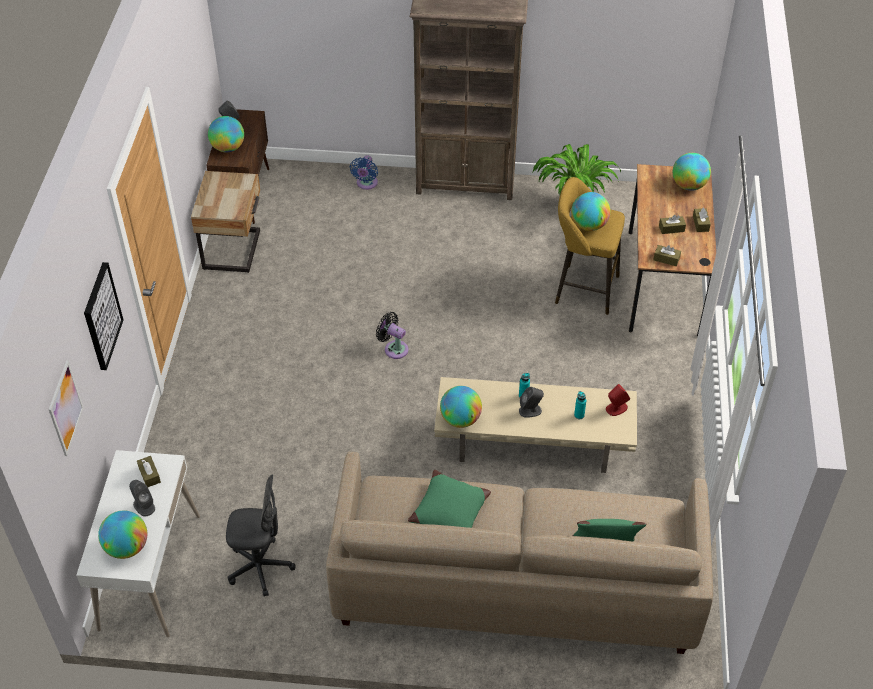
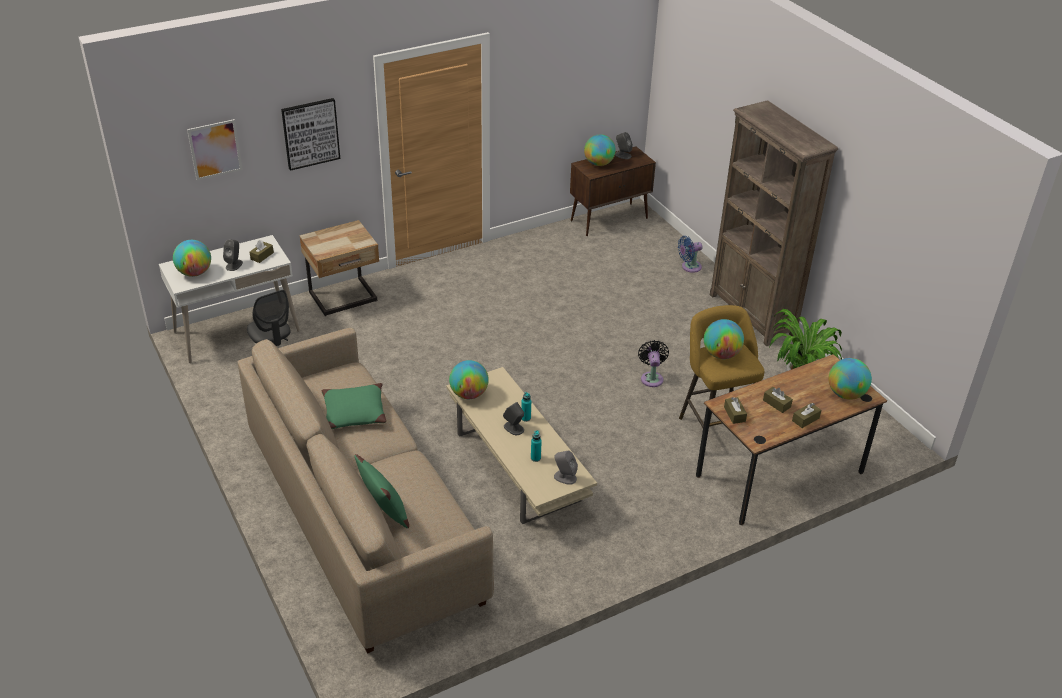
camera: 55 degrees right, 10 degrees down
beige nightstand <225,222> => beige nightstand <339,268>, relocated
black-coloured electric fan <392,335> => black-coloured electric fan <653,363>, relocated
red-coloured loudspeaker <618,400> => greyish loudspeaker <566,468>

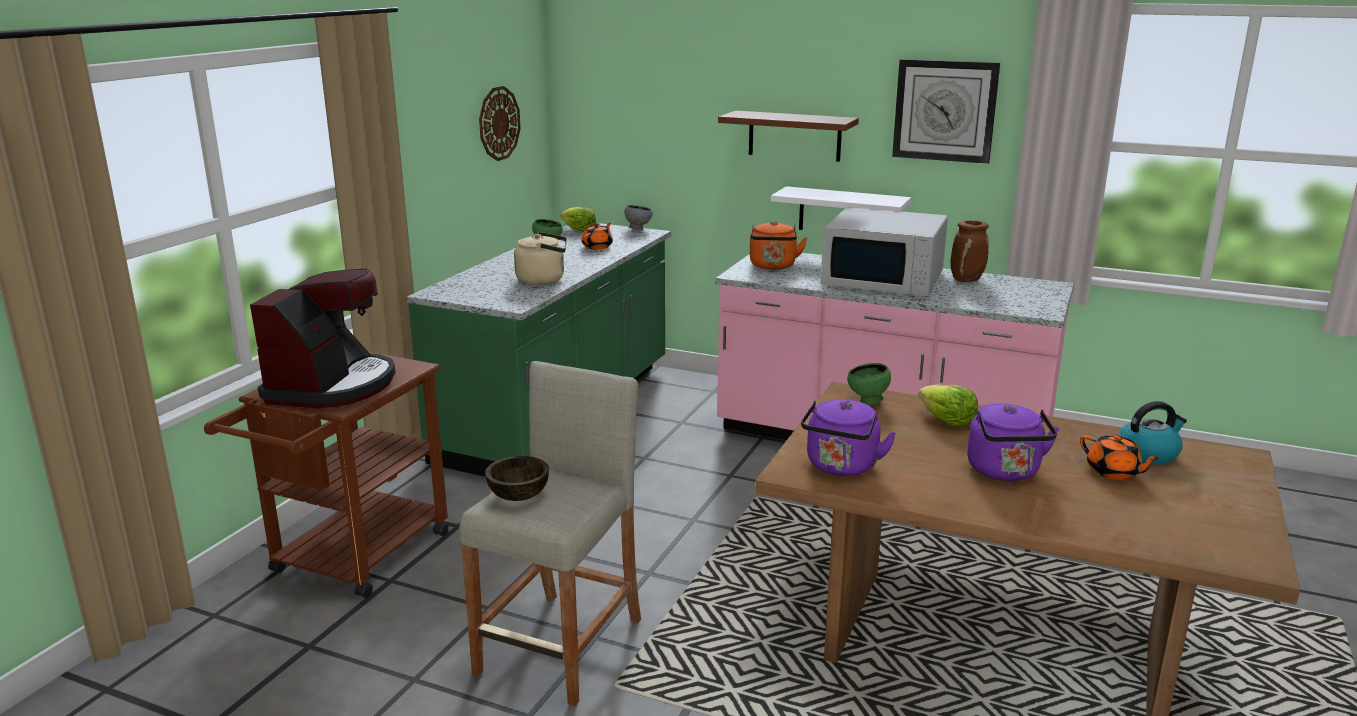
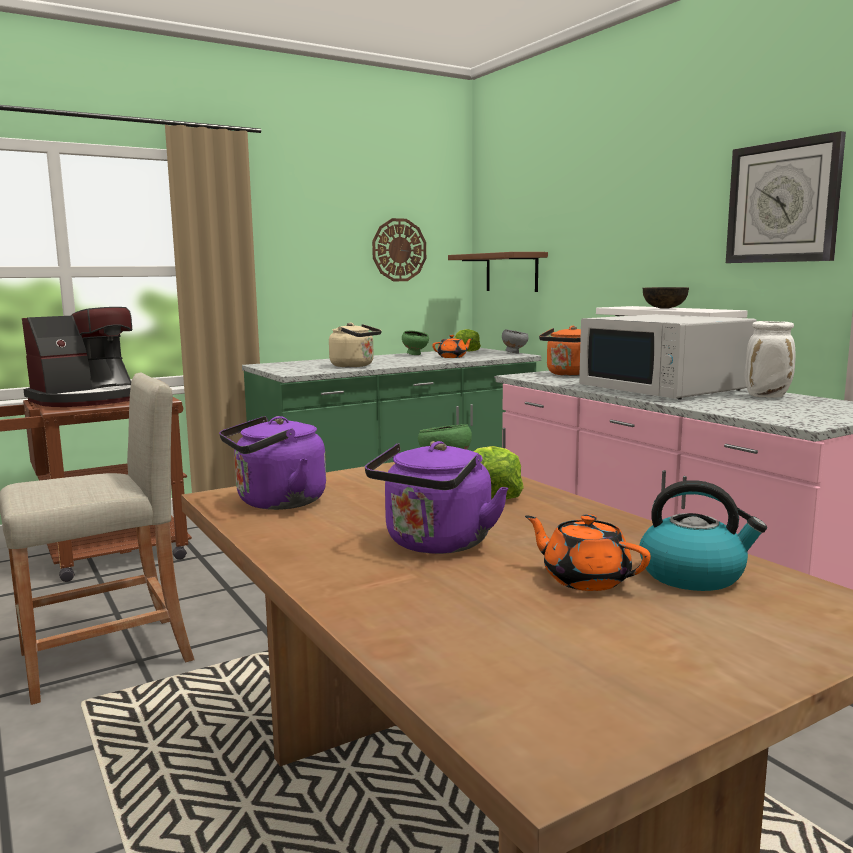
camera: 35 degrees right, 10 degrees down
brown deep dish <517,478> => brown deep dish <666,298>, relocated
brown bracket shelf <788,136> => brown bracket shelf <498,272>, relocated
brown decorative vase <970,251> => white-coloured decorative vase <769,359>
orange teapot <1120,457> => orange teapot <588,552>, 135 degrees clockwise

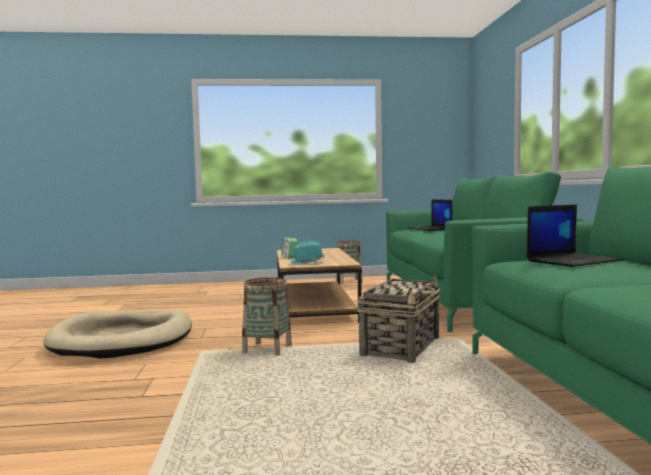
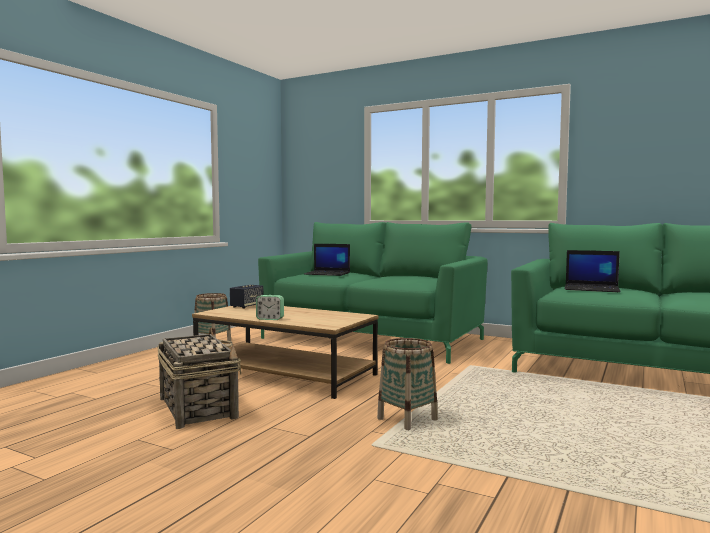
camera: 55 degrees left, 0 degrees up
beige dog bed <117,335> => nothing
blue-green wearable hat <308,253> => nothing
nothing => loudspeaker <246,297>
storage basket <398,319> => storage basket <199,378>, relocated
portable computer <575,236> => portable computer <593,271>, 105 degrees clockwise

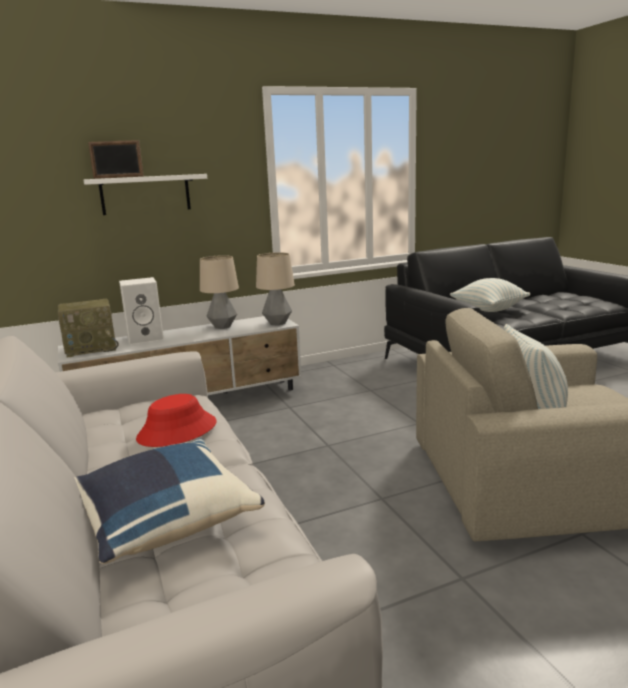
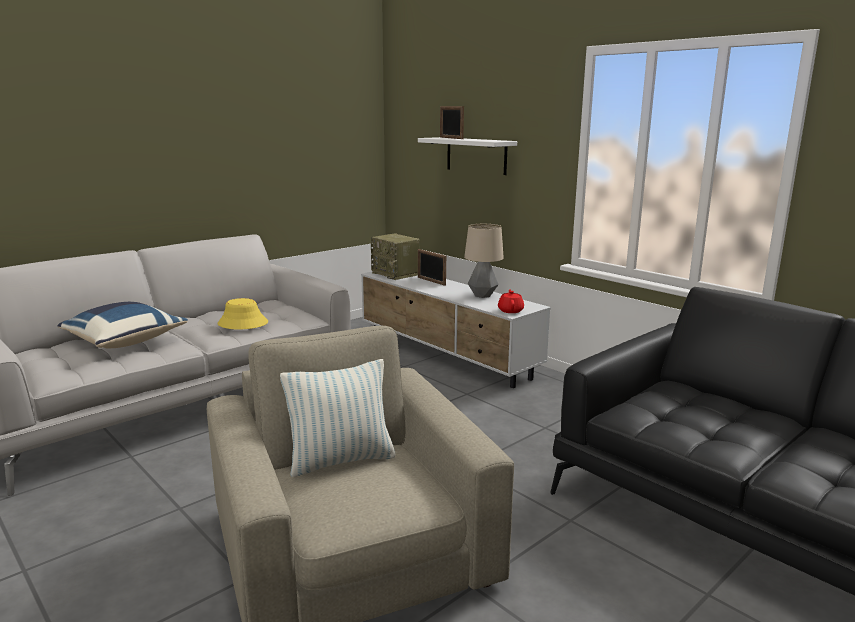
camera: 70 degrees right, 0 degrees up
cushion <490,295> => nothing
white-coloured loudspeaker <141,311> => standing frame <432,267>
table lamp <275,289> => red-coloured teapot <511,301>
red-coloured wearable hat <176,420> => yellow-coloured wearable hat <243,313>

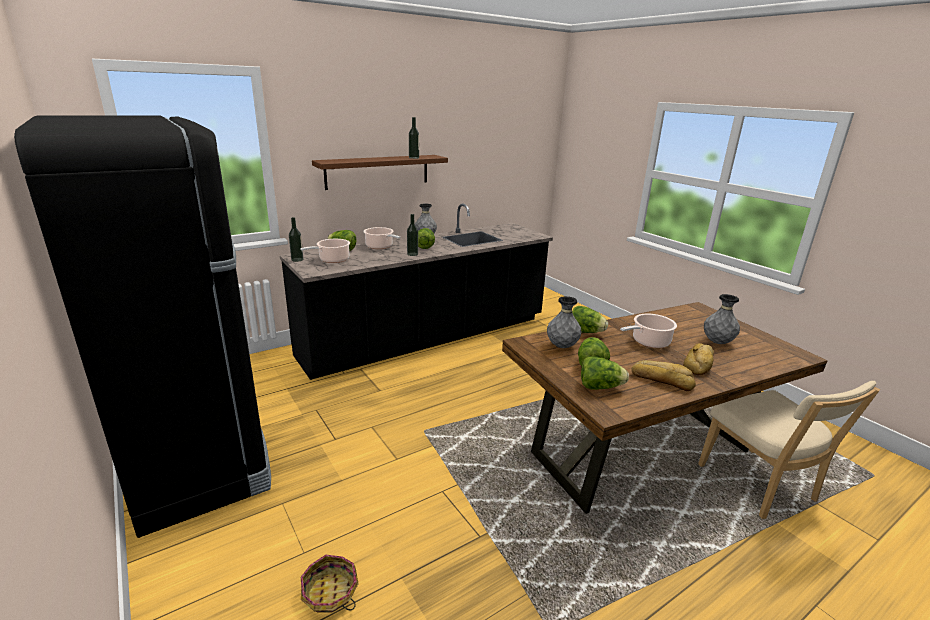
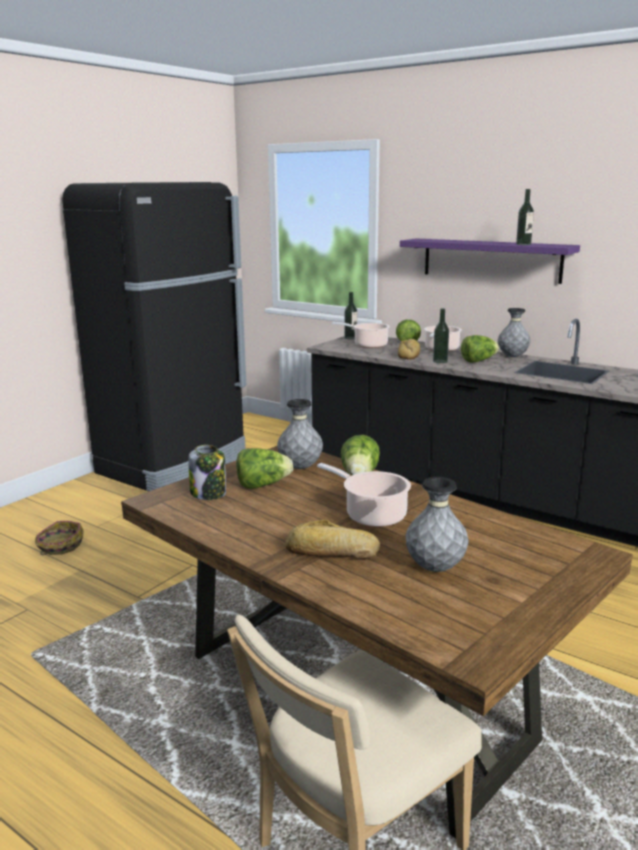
camera: 70 degrees right, 5 degrees down
bread <663,375> => bread <409,349>, relocated
head of lettuce <605,373> => preserve jar <207,472>
brown bracket shelf <380,172> => purplish bracket shelf <490,261>

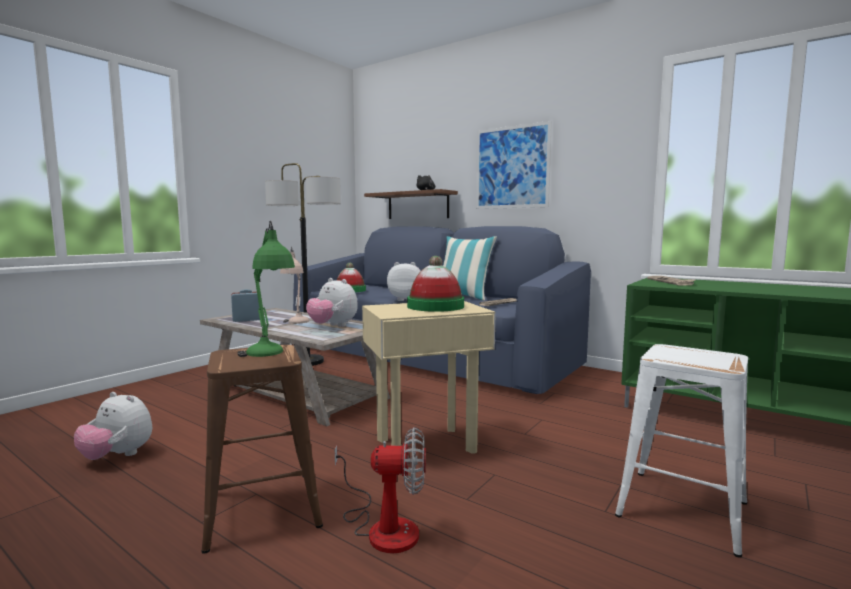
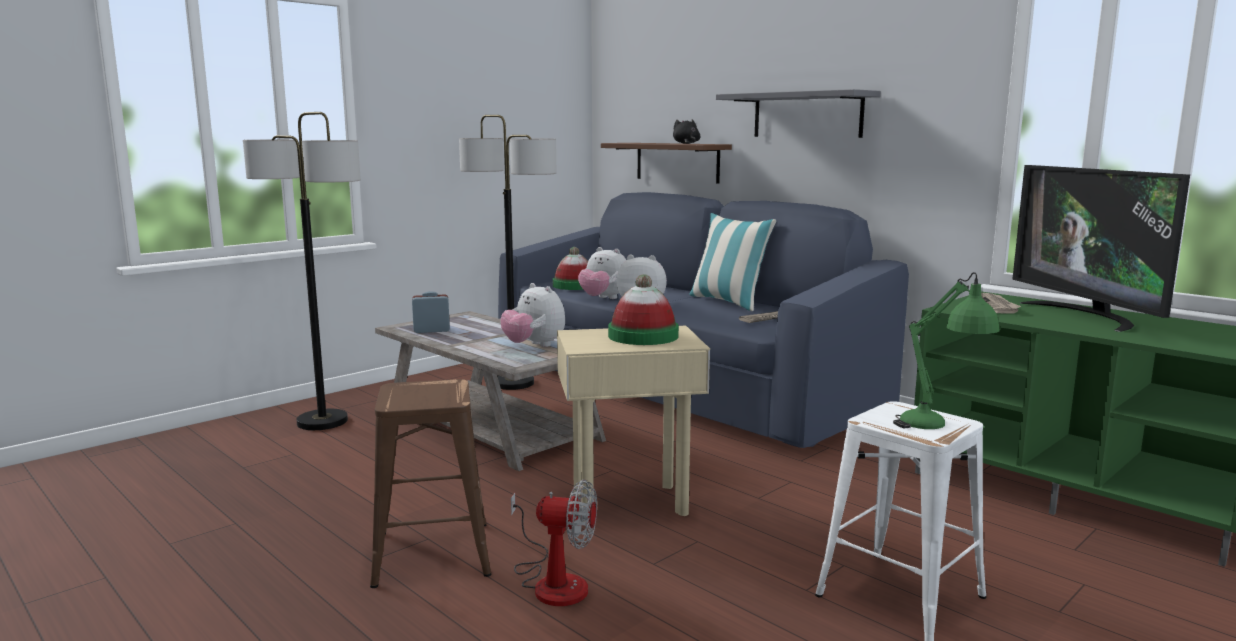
camera: 10 degrees right, 5 degrees up
beige table lamp <294,285> => nothing
nothing => standing lamp <302,271>
nothing => TV set <1101,248>
cuddly toy <113,426> => cuddly toy <602,273>, relocated
green table lamp <266,289> => green table lamp <946,350>, relocated
wall picture <514,165> => greyish bracket shelf <798,113>

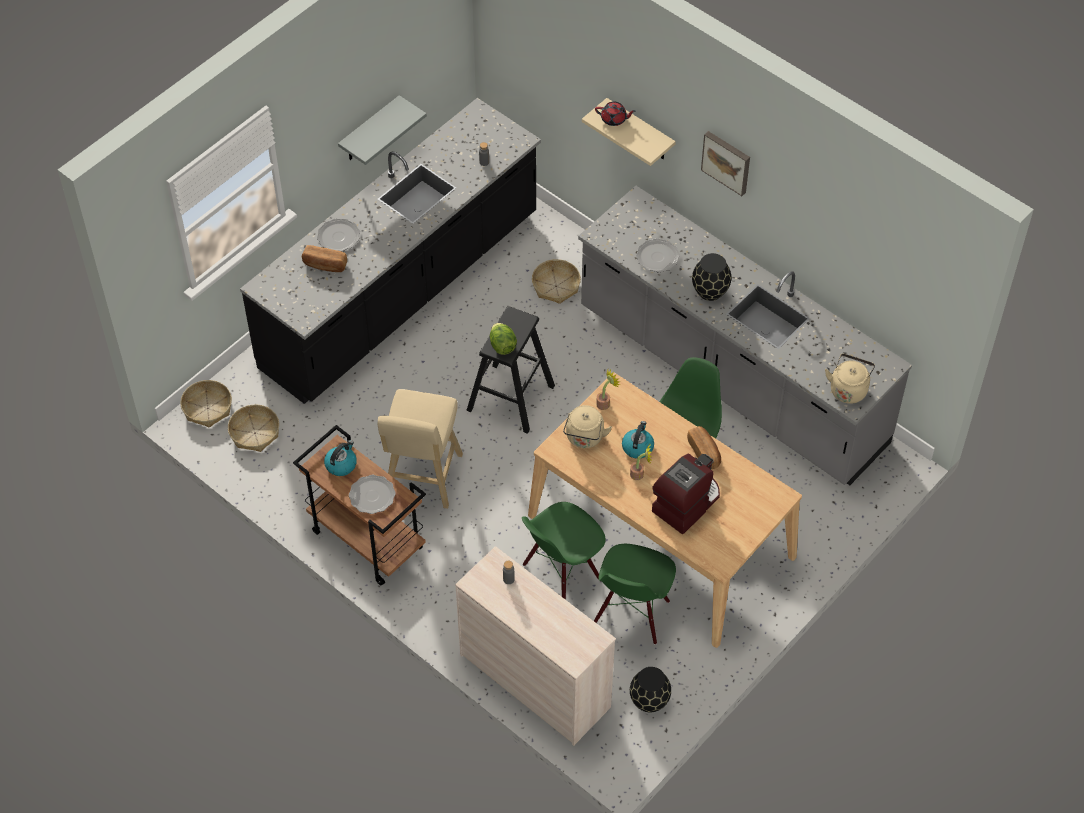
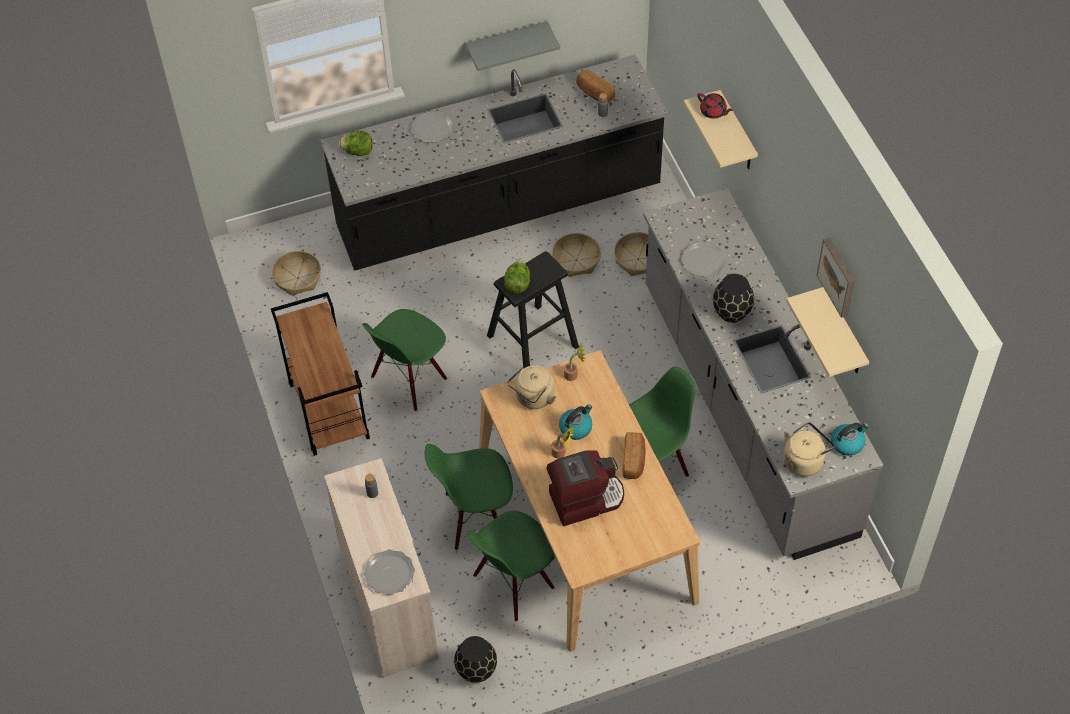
camera: 30 degrees right, 0 degrees up
nothing => head of lettuce <355,143>
nothing => beige bracket shelf <827,332>
storage basket <206,404> => storage basket <576,255>, relocated
bread <324,258> => bread <595,86>, relocated
tea kettle <340,458> => tea kettle <850,439>, relocated
dinner plate <372,494> => dinner plate <389,572>, relocated
wall picture <725,163> => wall picture <836,277>, relocated
beige sitting stool <420,449> => green chair <404,360>

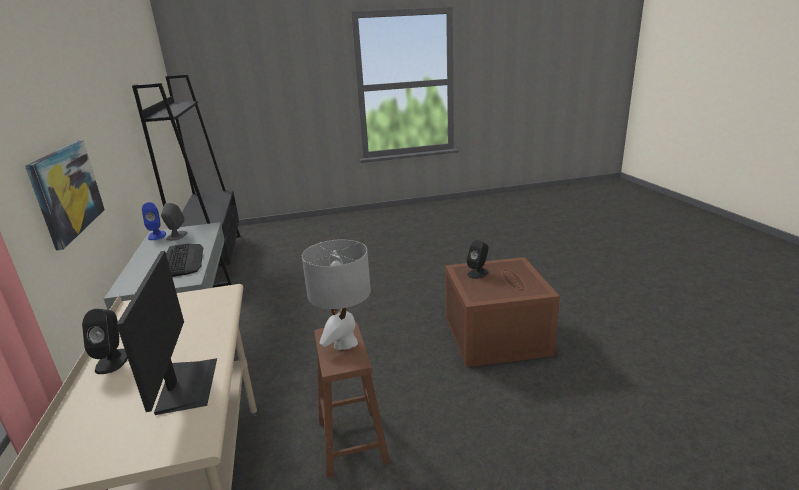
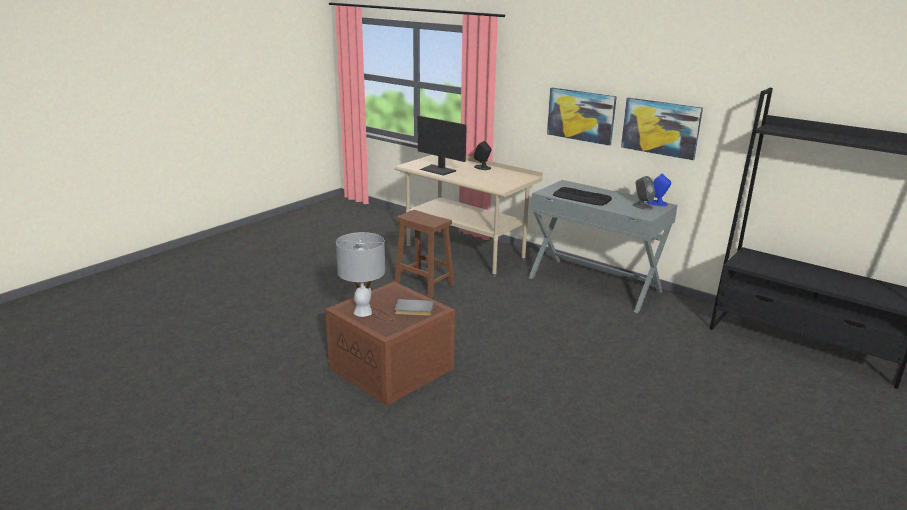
camera: 140 degrees right, 0 degrees up
nothing => wall picture <662,129>
greyish table lamp <336,294> => greyish table lamp <360,274>, relocated
black-coloured loudspeaker <478,259> => greyish volume <414,307>

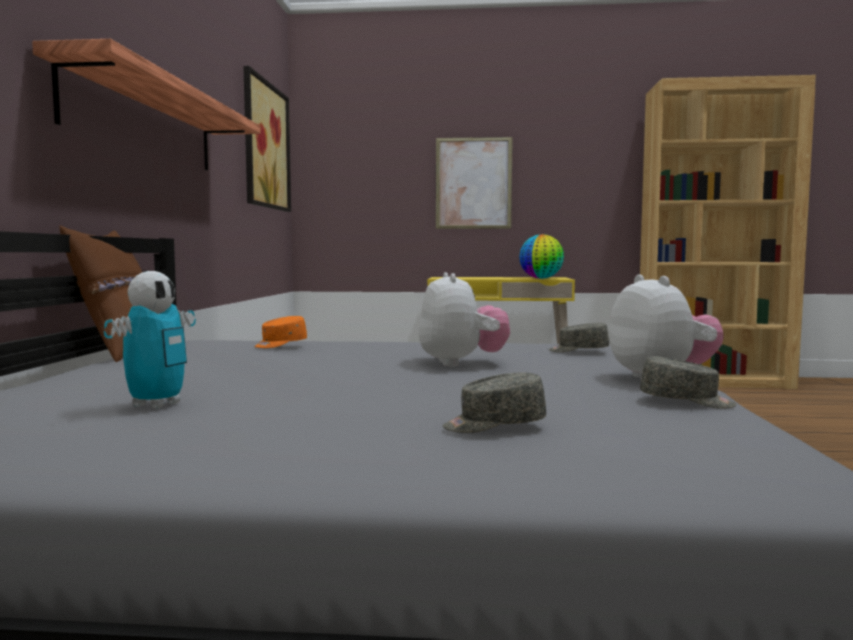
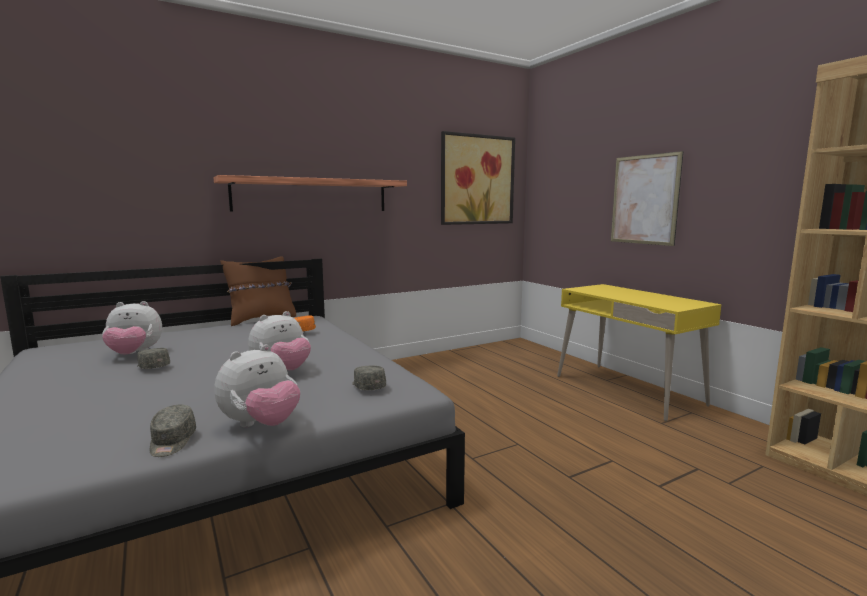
camera: 55 degrees right, 5 degrees up
globe <541,256> => nothing
greyish peaked cap <494,402> => greyish peaked cap <153,358>, relocated
robot figure <150,340> => cuddly toy <132,328>

